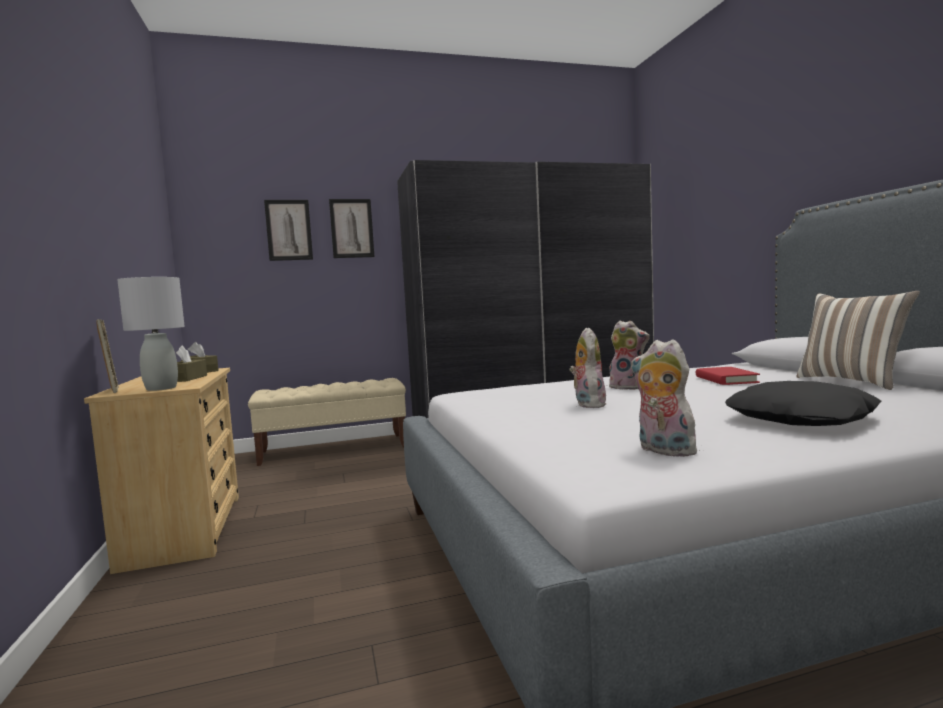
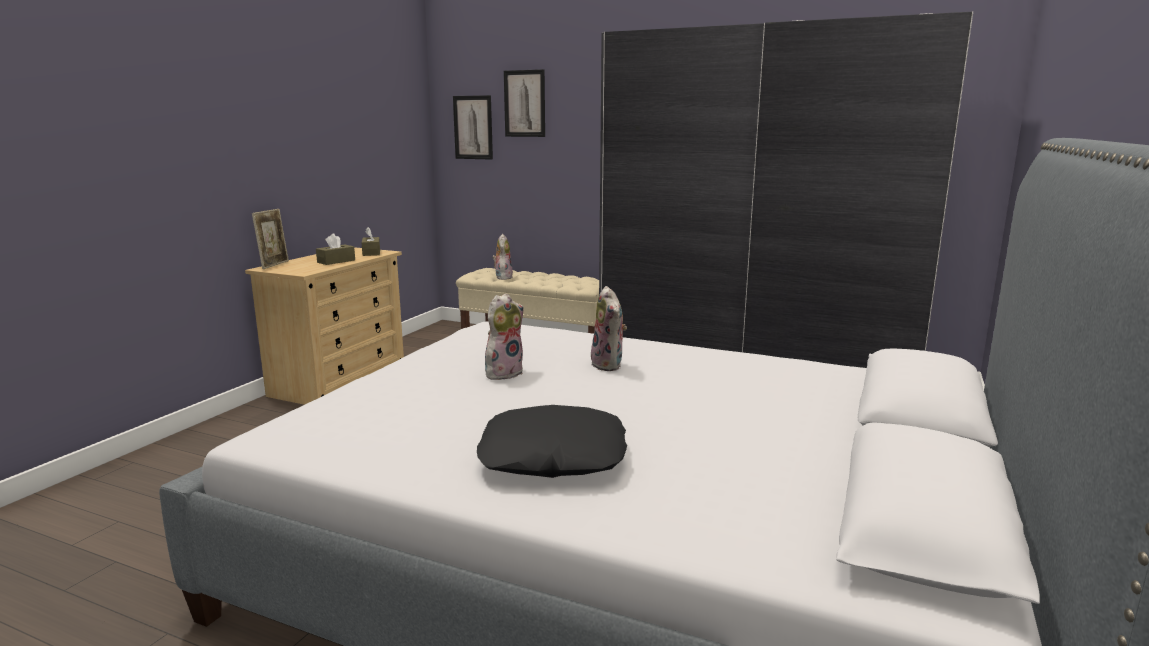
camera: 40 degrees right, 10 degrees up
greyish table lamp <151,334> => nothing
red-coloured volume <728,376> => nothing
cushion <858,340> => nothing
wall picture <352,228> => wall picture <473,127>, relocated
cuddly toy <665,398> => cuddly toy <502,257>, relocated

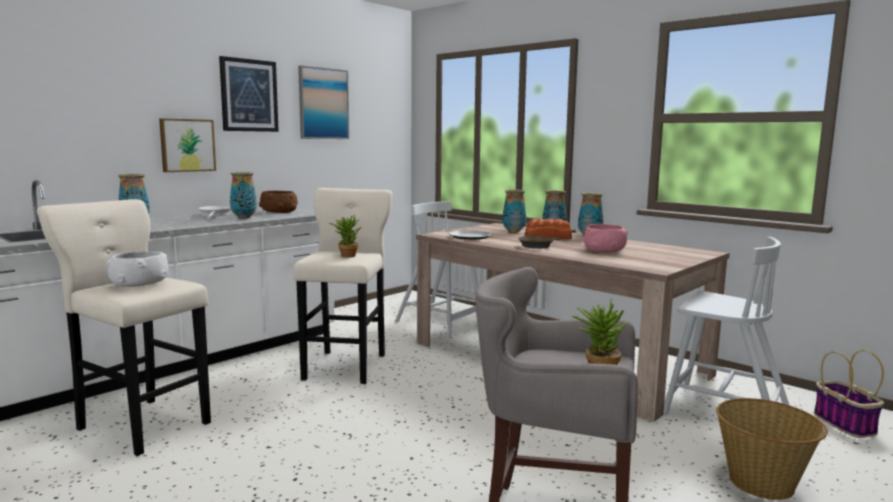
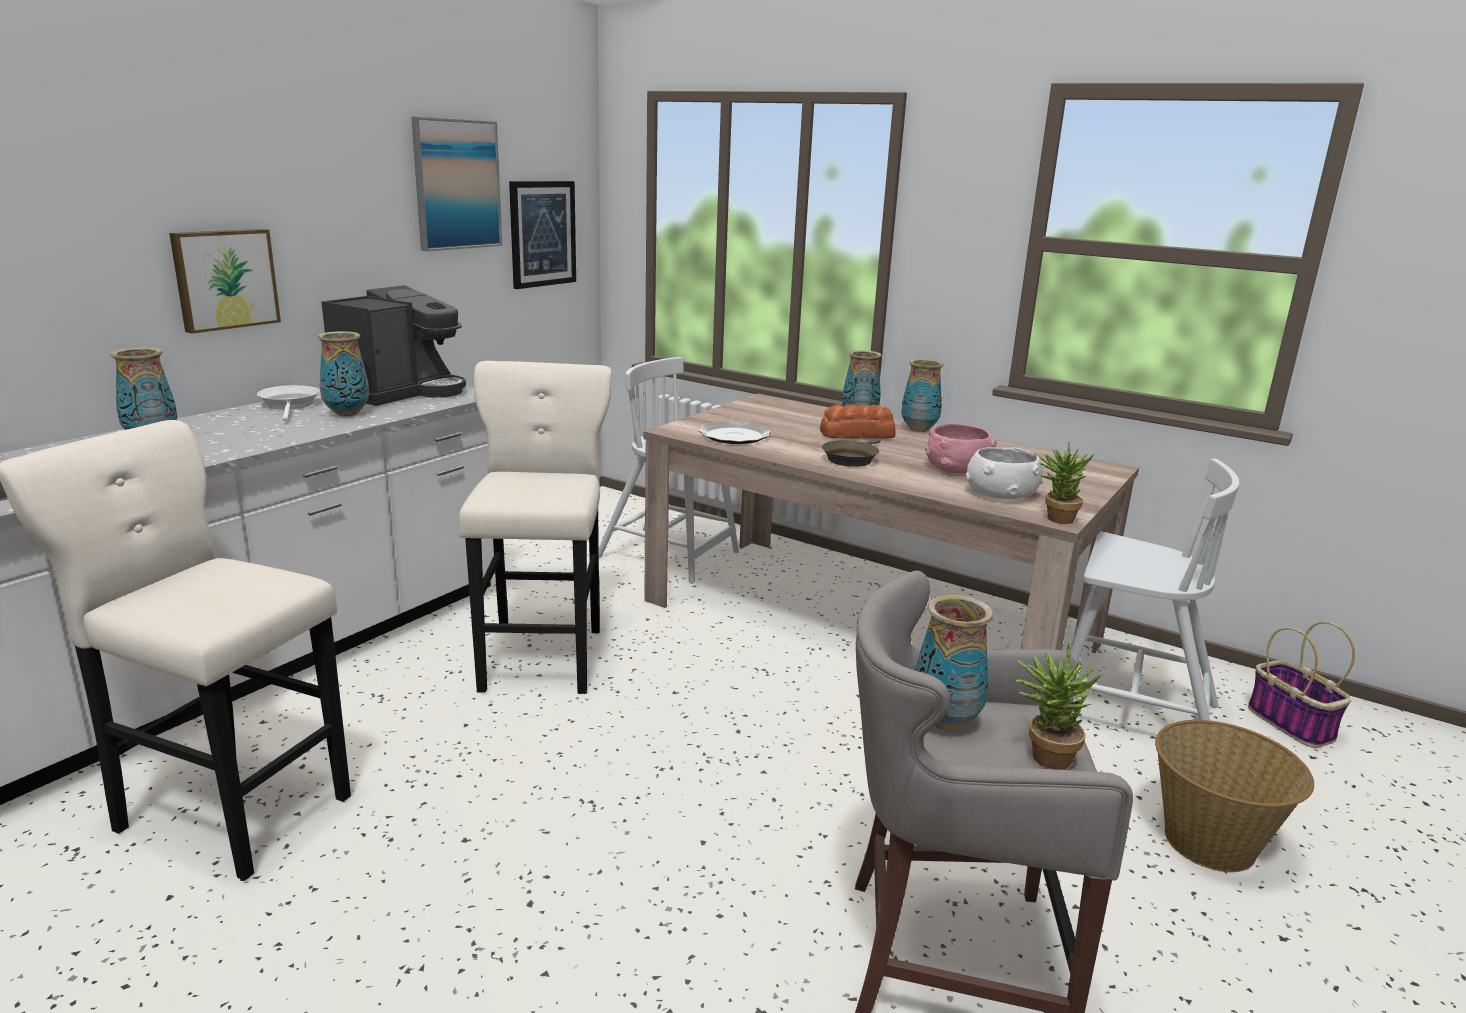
camera: 10 degrees left, 10 degrees up
white-coloured deep dish <137,269> => white-coloured deep dish <1004,473>, relocated
wall picture <249,94> => wall picture <542,235>, relocated
plant in a pot <345,237> => plant in a pot <1064,483>, relocated
decorative vase <514,211> => decorative vase <954,662>, relocated
brown deep dish <278,202> => coffee machine <393,345>

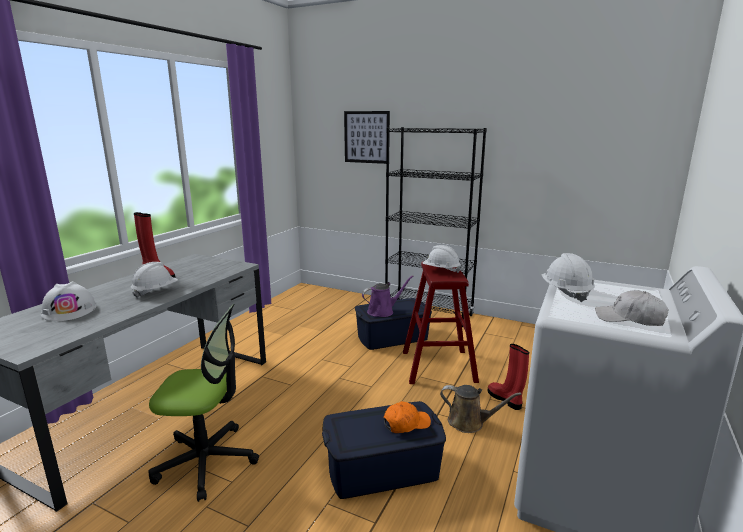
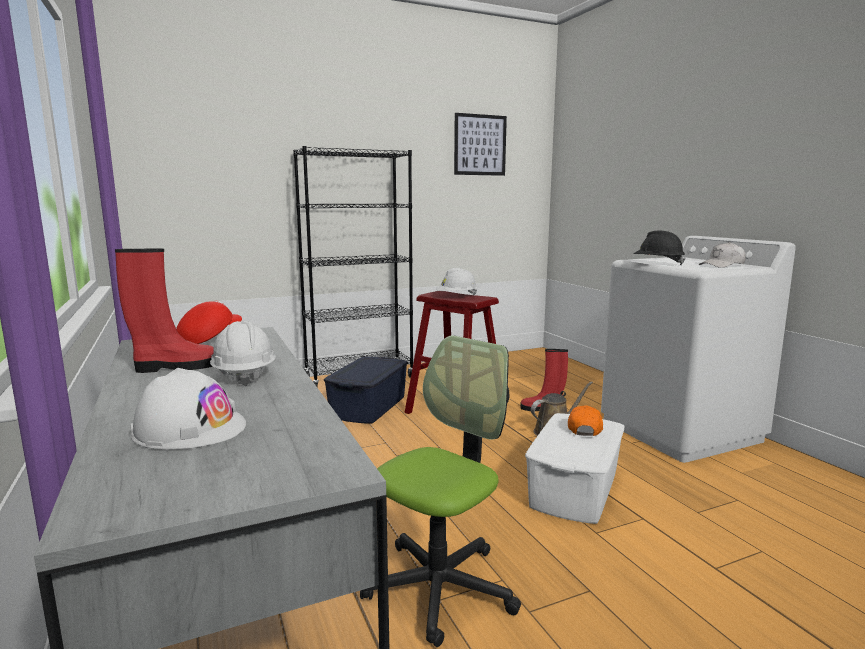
camera: 50 degrees left, 5 degrees down
purplish watering pot <388,296> => nothing
nothing => red-coloured peaked cap <209,322>
wall picture <367,137> => wall picture <480,144>, relocated
blue-coloured storage bin <384,450> => white-coloured storage bin <575,468>
white-coloured hard hat <568,277> => black-coloured hard hat <659,248>

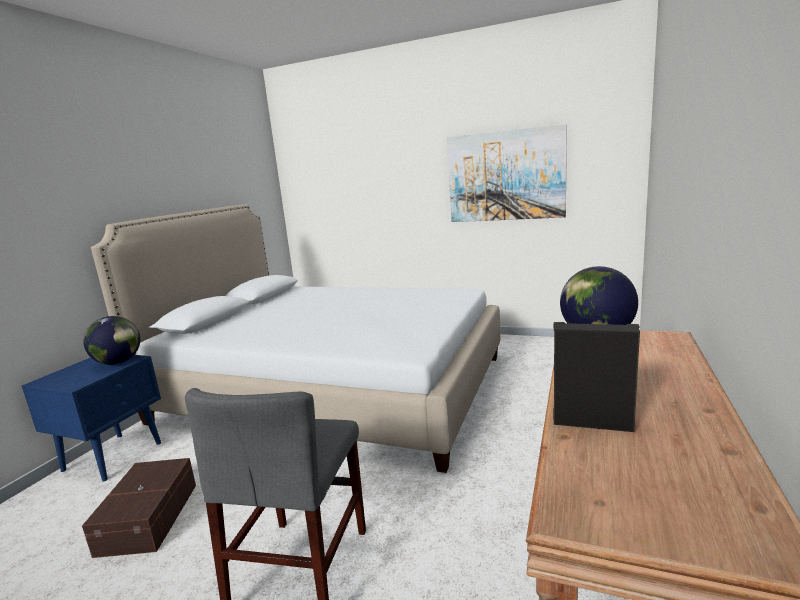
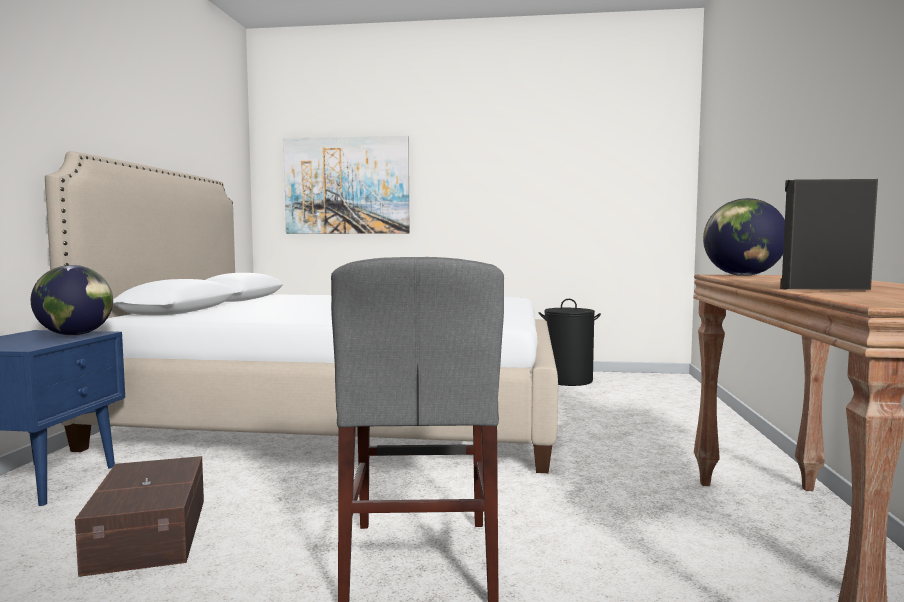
camera: 15 degrees left, 10 degrees down
nothing => black-coloured laundry basket <570,342>
wall picture <507,173> => wall picture <346,184>, relocated

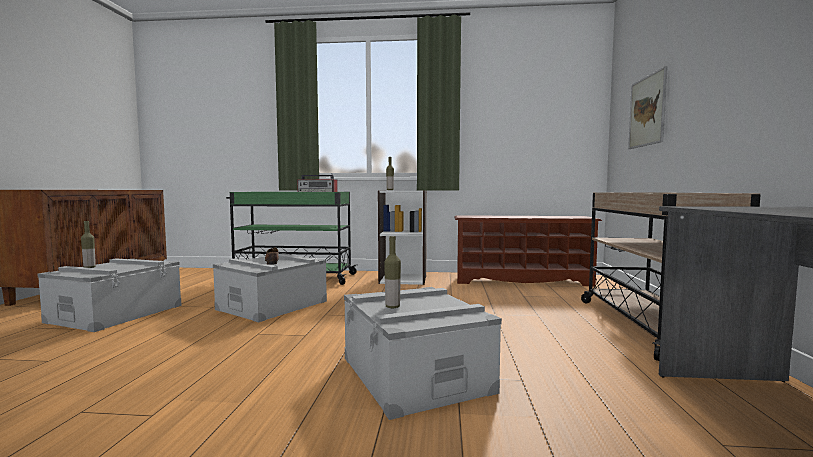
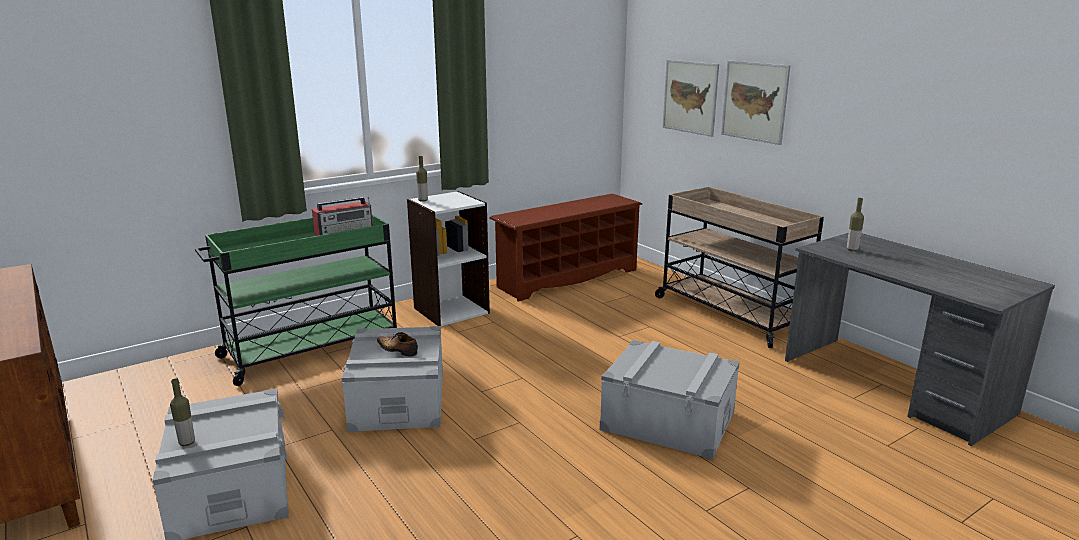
camera: 40 degrees left, 15 degrees up
nothing => wall picture <756,102>
beverage bottle <392,272> => beverage bottle <855,224>, relocated

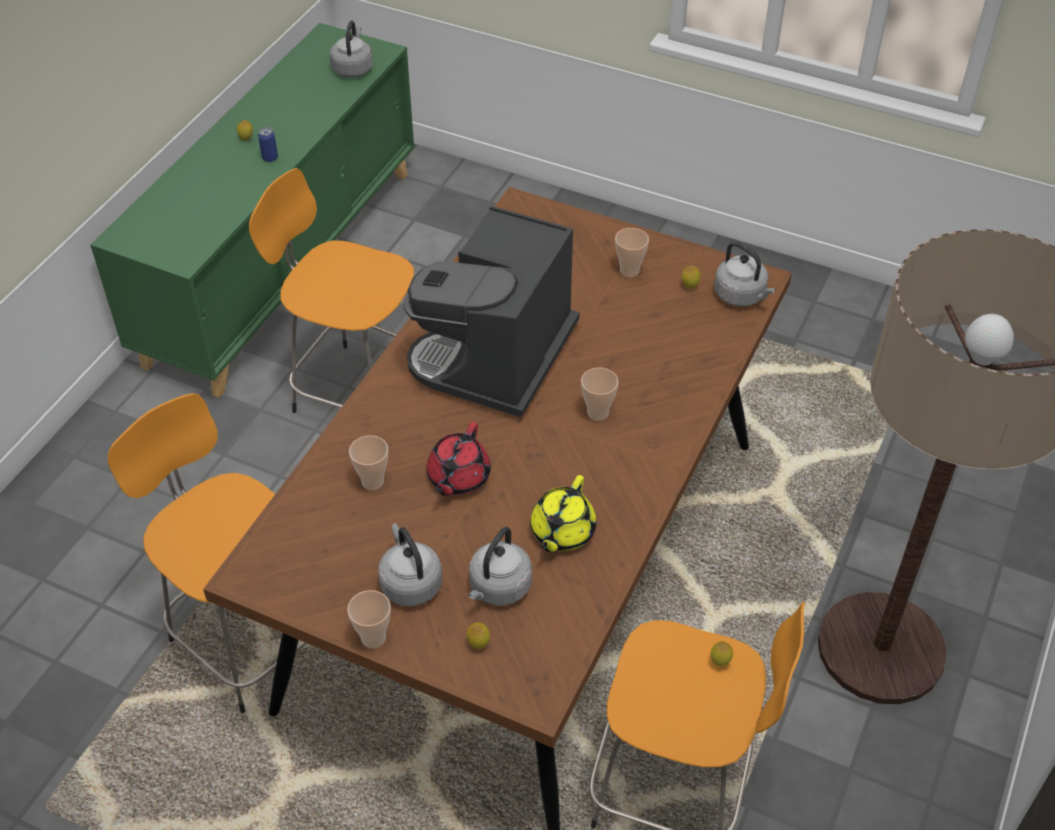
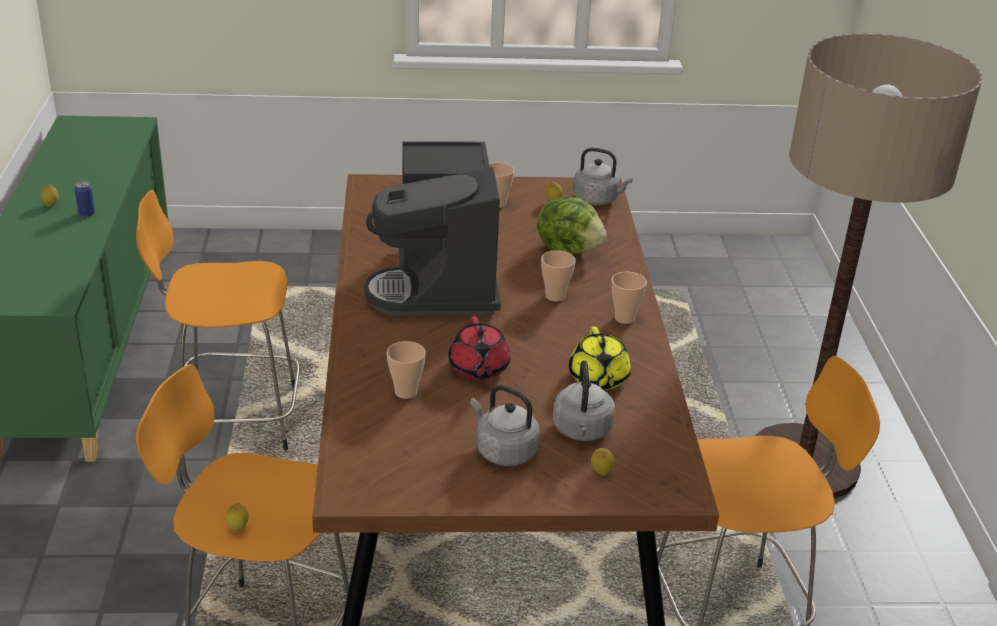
camera: 30 degrees left, 15 degrees down
greyish tea kettle <351,49> => nothing
nothing => head of lettuce <572,226>
small cup <369,619> => small cup <629,298>, relocated
lemon <722,653> => lemon <237,517>, relocated

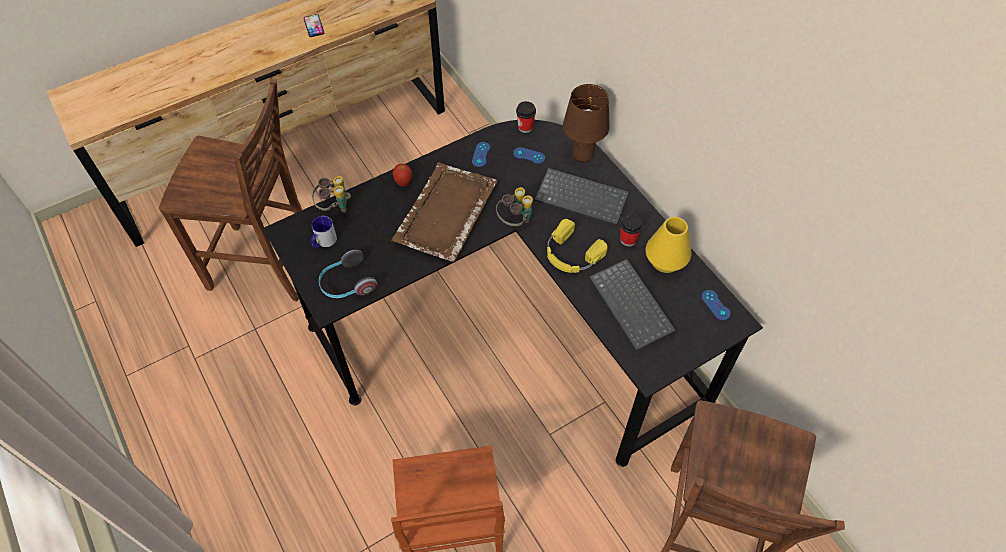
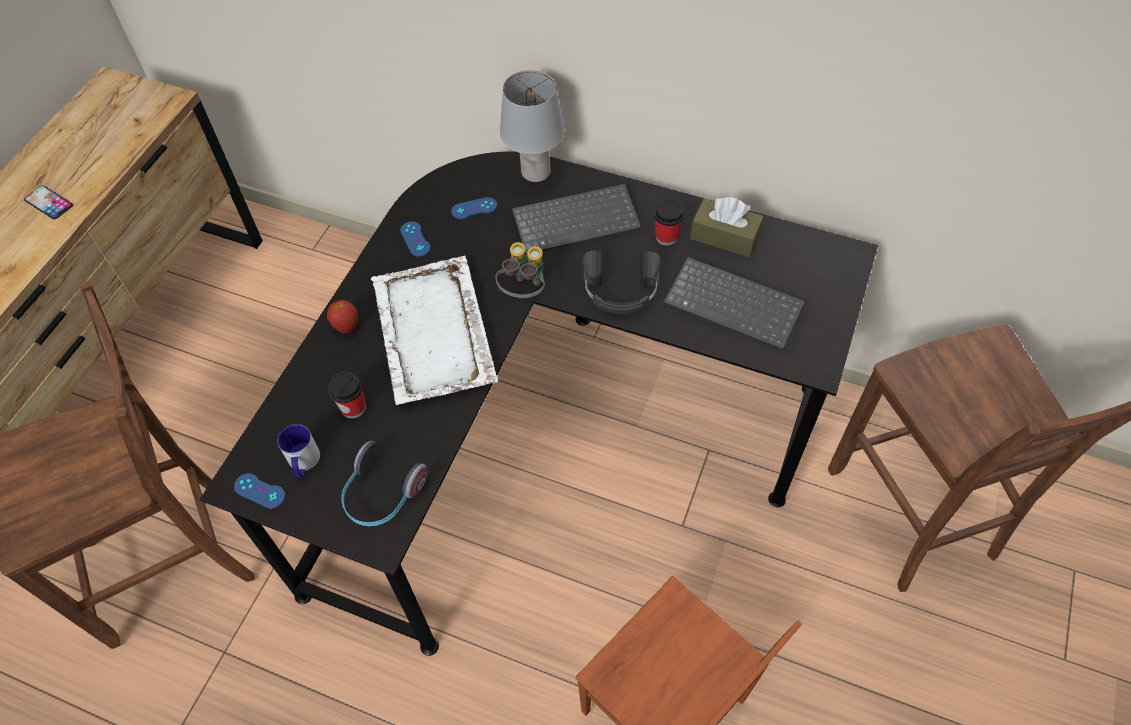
camera: 35 degrees left, 0 degrees up
field glasses <331,194> => nothing
small cup <526,117> => small cup <347,395>, relocated
blue-coloured joypad <716,305> => blue-coloured joypad <259,491>, relocated
yellow-coloured decorative vase <668,245> => brown tissue holder <727,227>
brown serving tray <444,212> => white-coloured serving tray <434,330>
yellow-coloured pair of headphones <577,246> => black-coloured pair of headphones <622,282>
brown table lamp <586,123> => greyish table lamp <532,126>

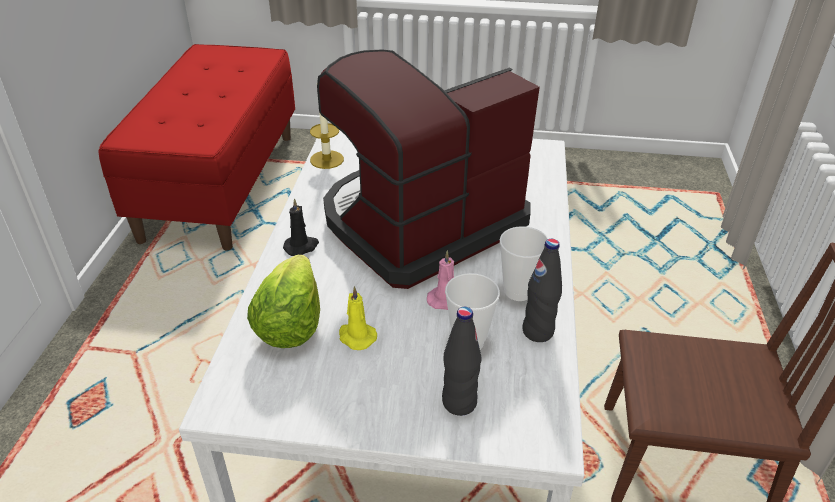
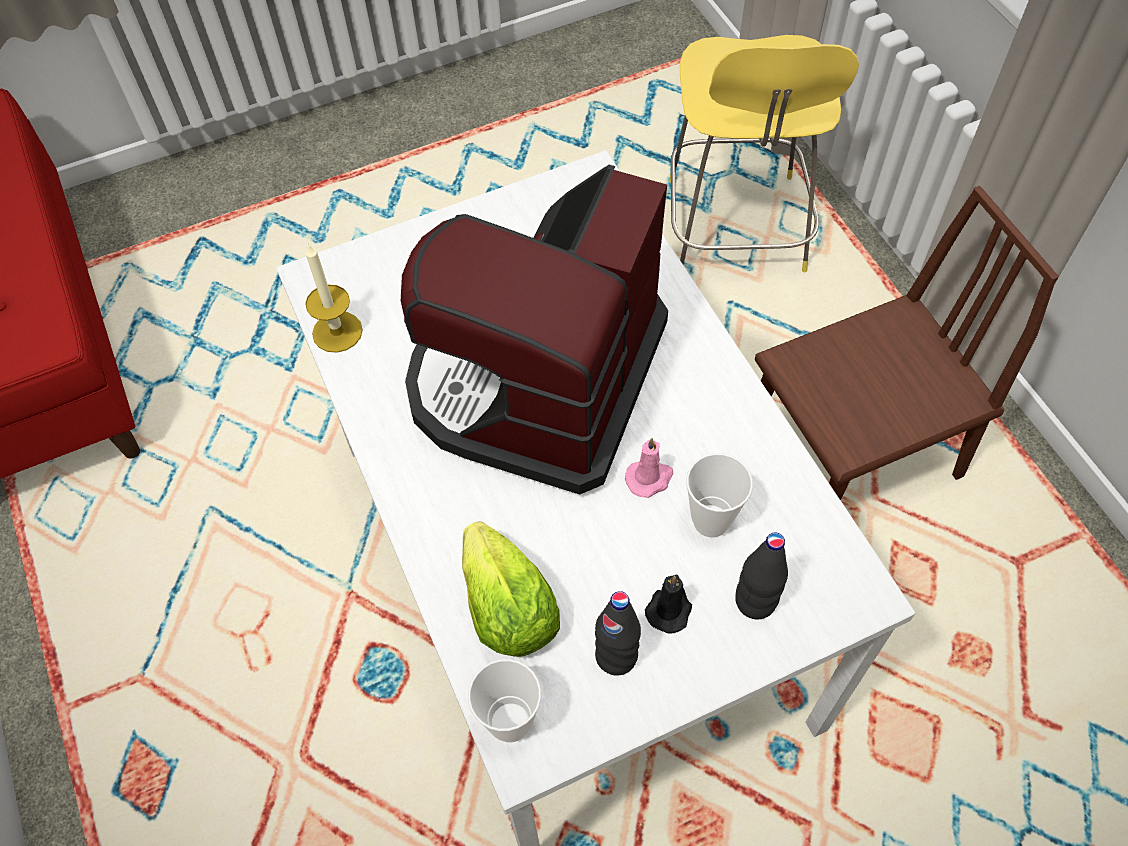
camera: 30 degrees left, 20 degrees up
yellow-coloured wax candle <358,318> => nothing
nothing => yellow-coloured sitting stool <764,154>
black-coloured wax candle <301,227> => black-coloured wax candle <668,604>, relocated
small cup <524,263> => small cup <504,700>, relocated
black-coloured beverage bottle <542,290> => black-coloured beverage bottle <618,633>, relocated

